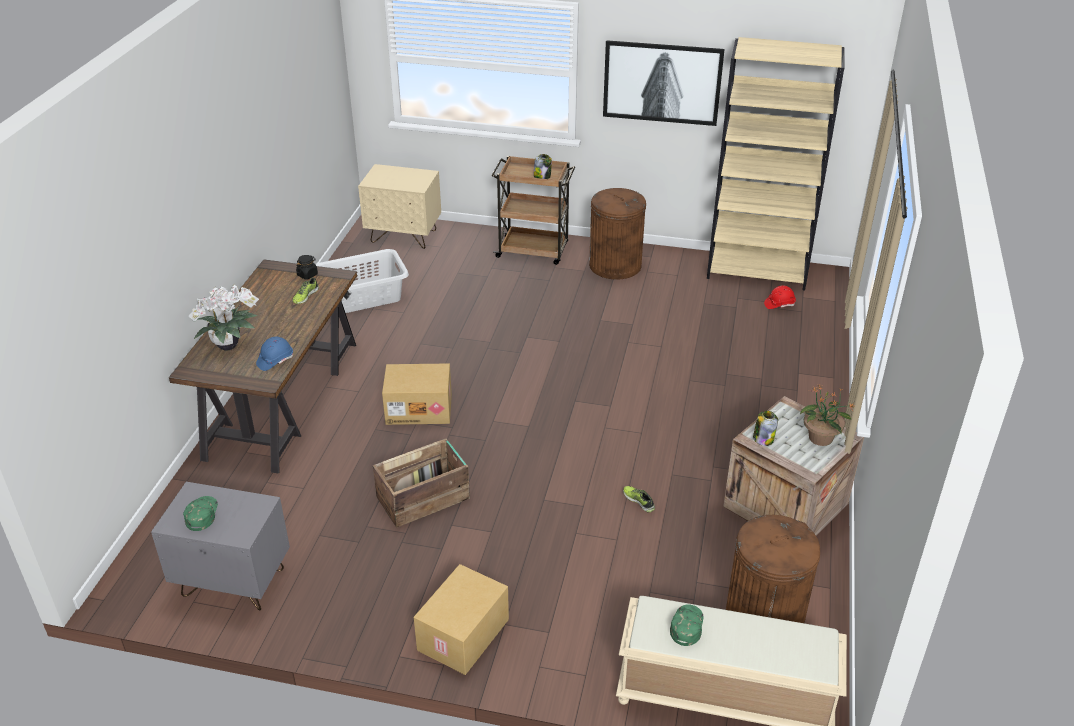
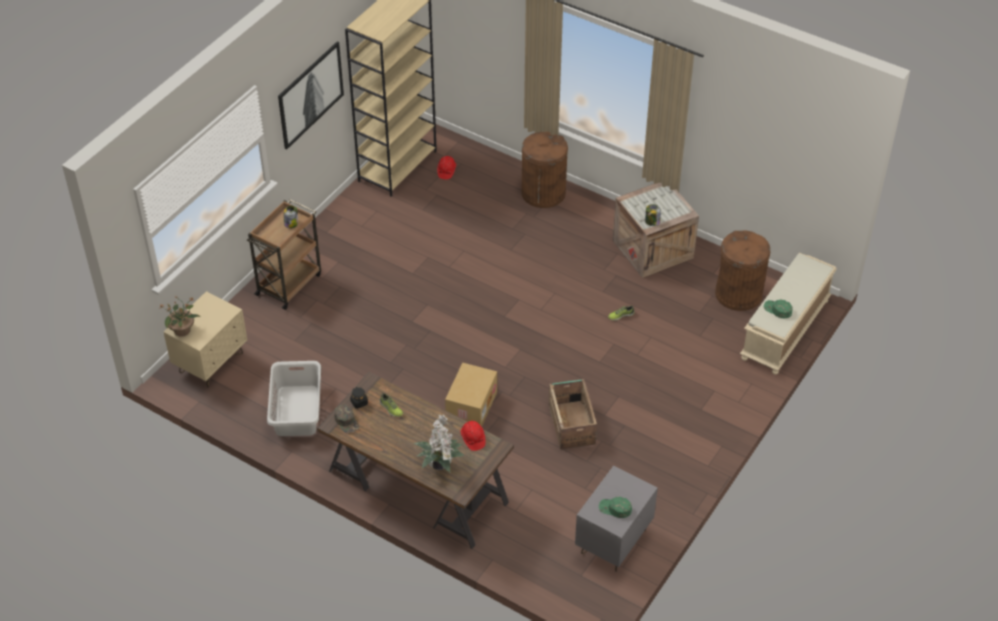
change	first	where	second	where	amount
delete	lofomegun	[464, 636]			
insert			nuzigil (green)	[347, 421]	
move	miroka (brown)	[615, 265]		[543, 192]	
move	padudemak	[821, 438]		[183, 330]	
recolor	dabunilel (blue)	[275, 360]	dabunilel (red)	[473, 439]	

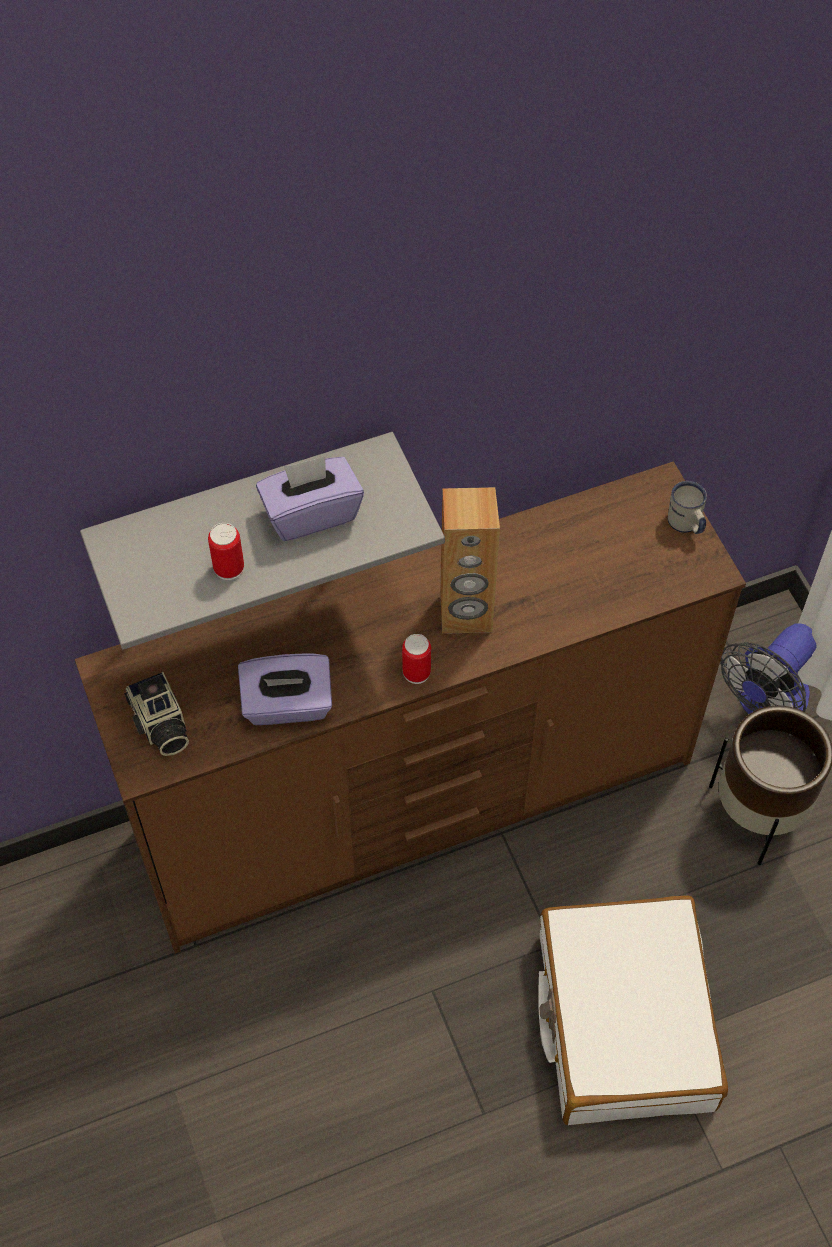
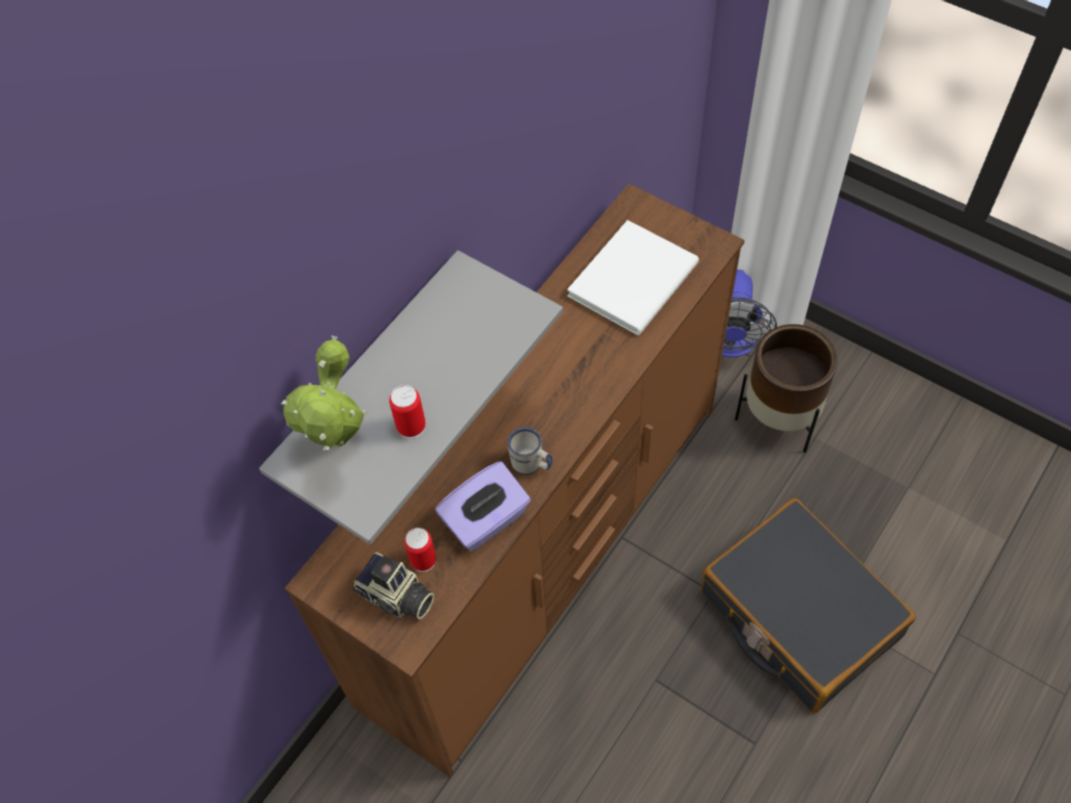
change	first	where	second	where	amount
delete	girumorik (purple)	[311, 513]			
delete	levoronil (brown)	[466, 614]			
insert			padudemak	[340, 445]	
insert			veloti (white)	[637, 279]	
move	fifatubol	[416, 672]		[423, 560]	
move	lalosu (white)	[686, 525]		[531, 465]	
recolor	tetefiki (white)	[623, 1021]	tetefiki (black)	[798, 615]	

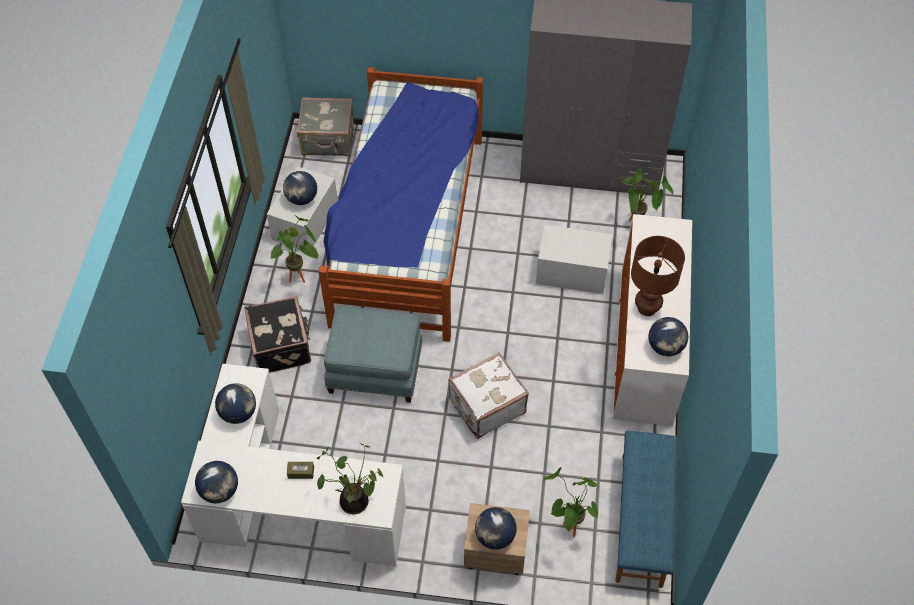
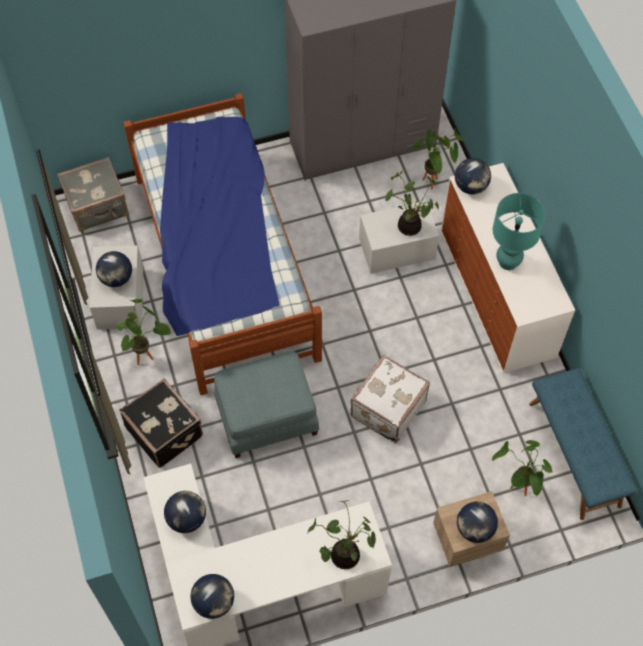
change	first	where	second	where	amount
delete	girumorik (brown)	[301, 472]			
insert			padudemak	[410, 225]	
move	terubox	[665, 347]		[471, 187]	
recolor	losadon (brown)	[647, 308]	losadon (turquoise)	[508, 262]	

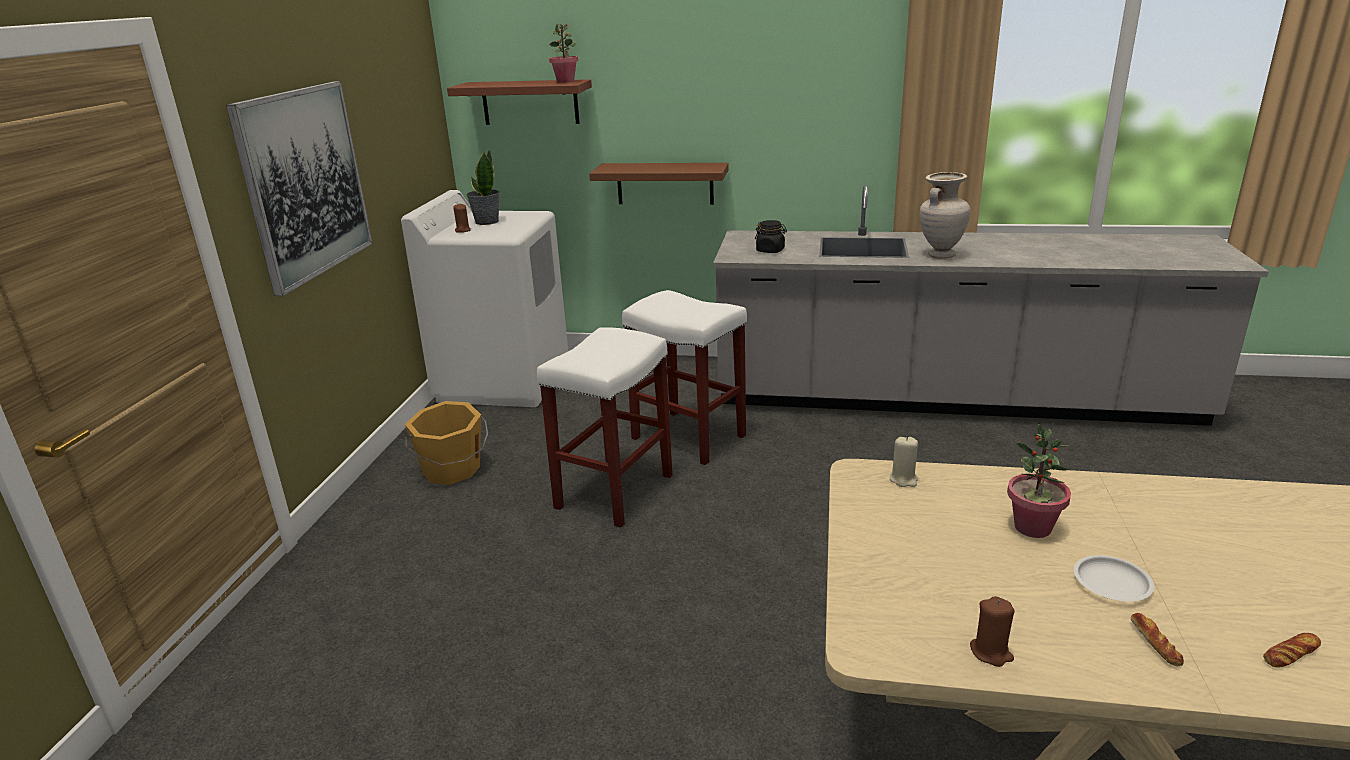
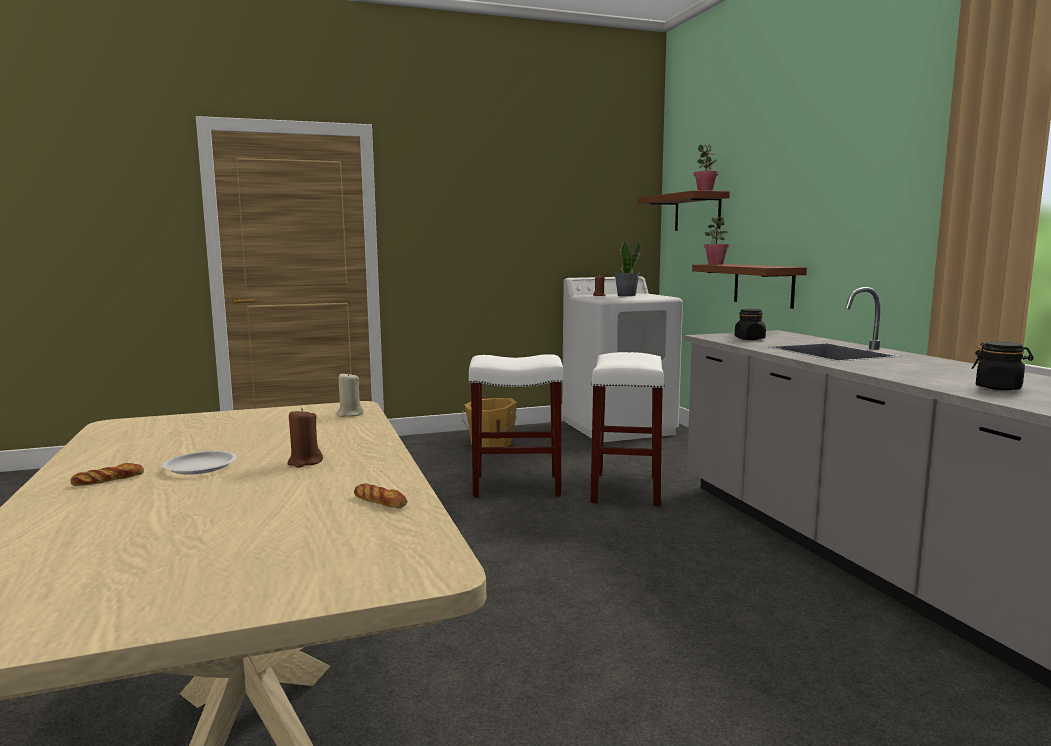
change	first	where	second	where	amount
delete	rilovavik	[305, 183]			
delete	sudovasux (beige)	[940, 255]			
insert			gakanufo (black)	[999, 388]	
move	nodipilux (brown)	[991, 652]		[304, 462]	
move	padudemak	[1032, 528]		[715, 264]	
move	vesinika	[1290, 654]		[380, 501]	

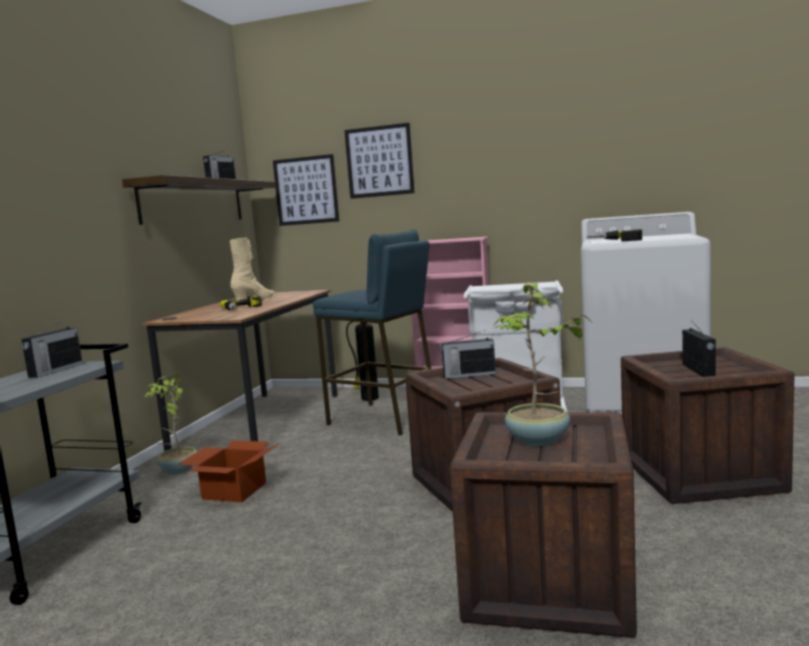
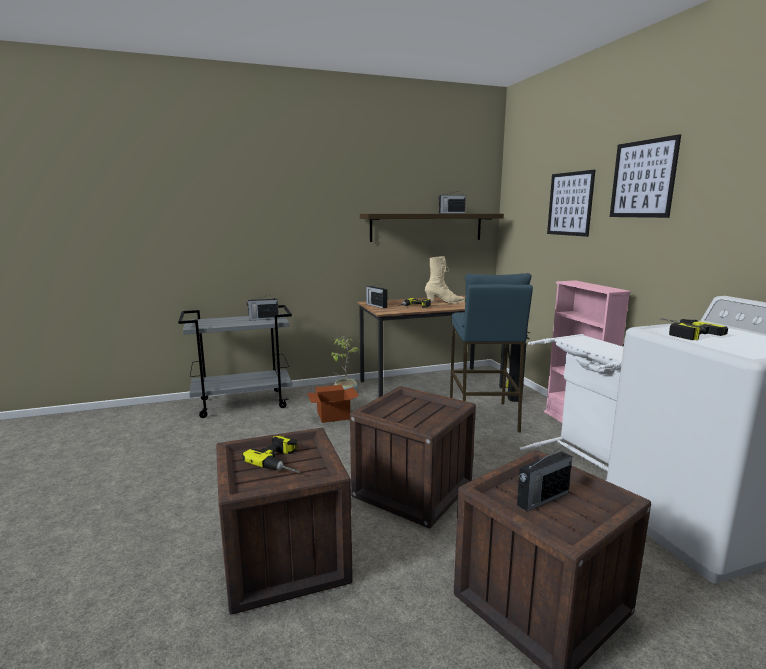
change	first	where	second	where	amount
move	rilovavik	[306, 190]		[643, 179]	
move	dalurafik	[468, 375]		[376, 306]	
replace	padudemak	[538, 440]	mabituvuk	[284, 461]	

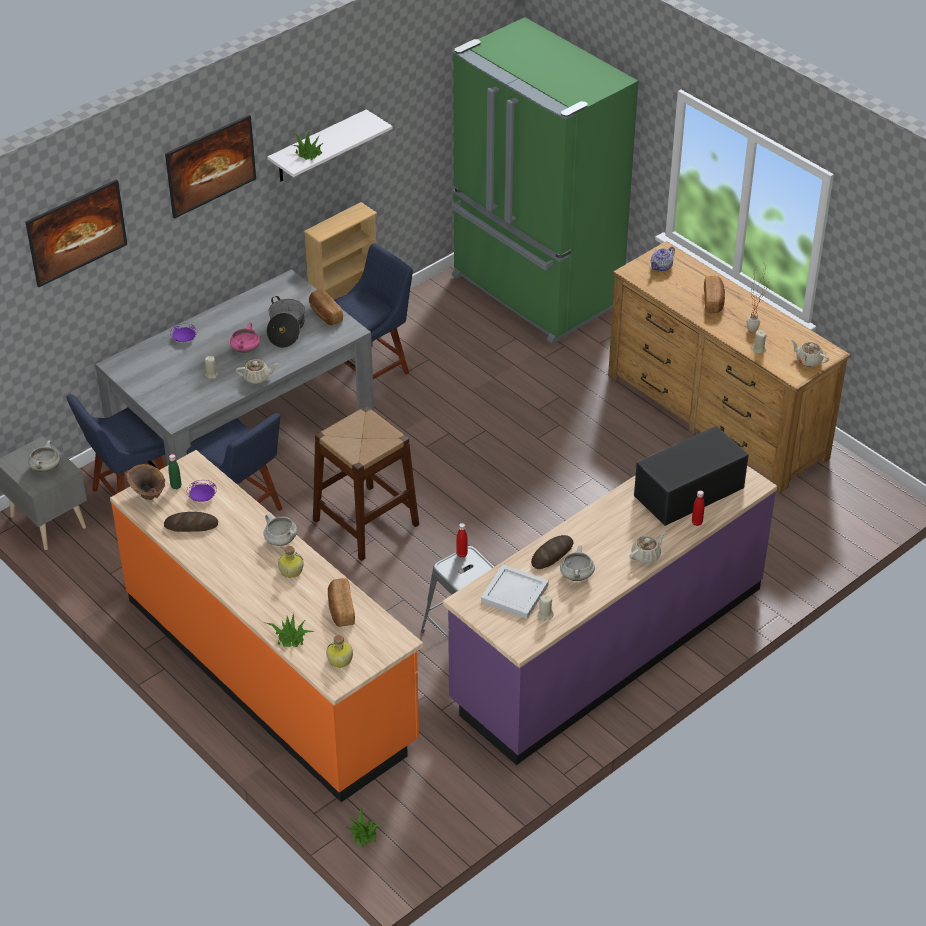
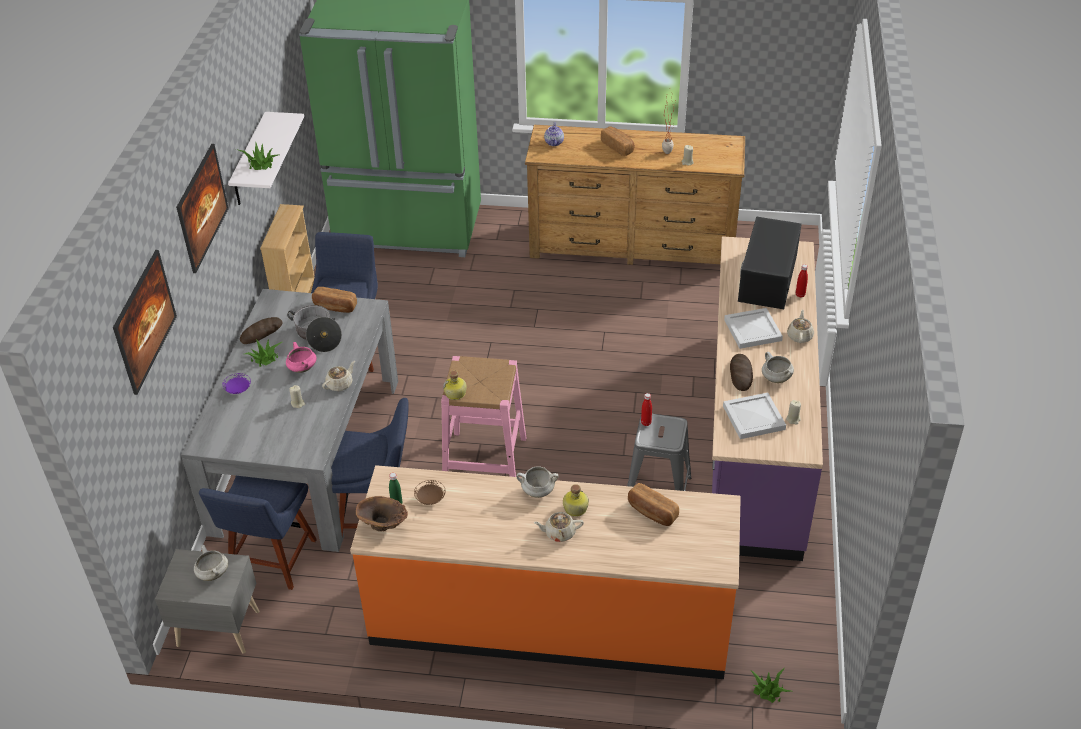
change	first	where	second	where	amount
insert			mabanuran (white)	[753, 329]	
move	vesinika	[191, 525]		[261, 333]	
move	padudemak	[290, 637]		[264, 358]	
move	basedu	[339, 660]		[456, 394]	
move	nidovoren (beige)	[808, 360]		[559, 533]	
recolor	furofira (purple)	[202, 497]	furofira (brown)	[430, 498]	
recolor	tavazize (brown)	[365, 522]	tavazize (pink)	[484, 460]	

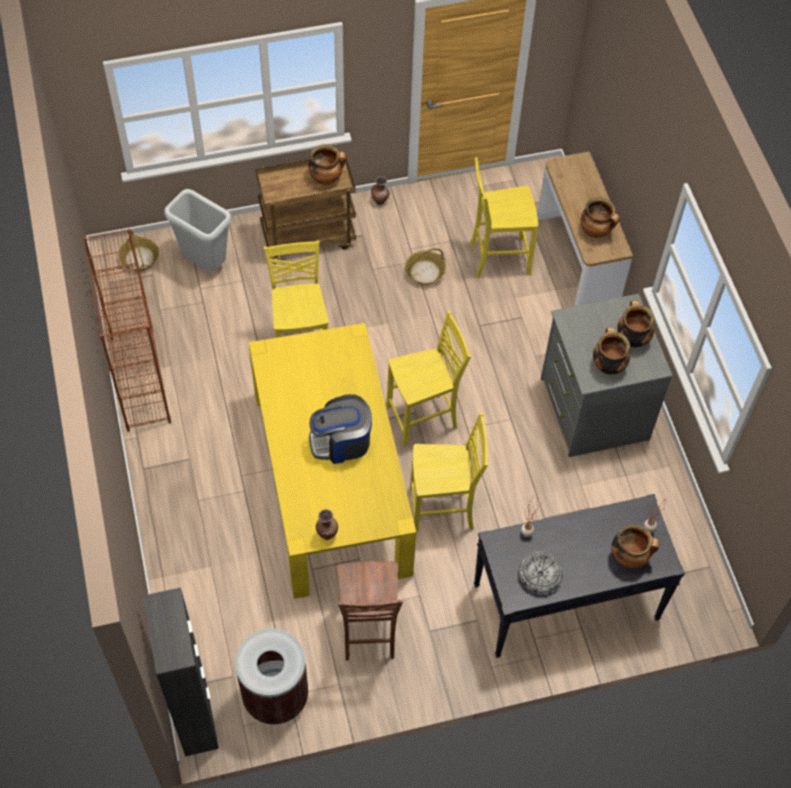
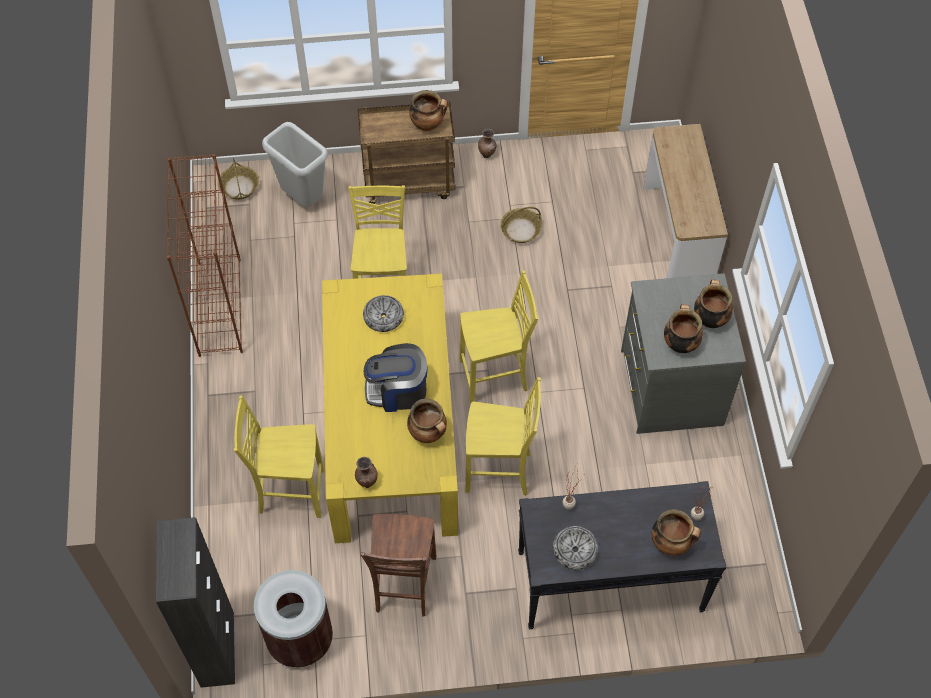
change	first	where	second	where	amount
insert			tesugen	[383, 317]	
move	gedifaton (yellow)	[498, 258]		[290, 492]	
move	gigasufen	[596, 231]		[428, 433]	

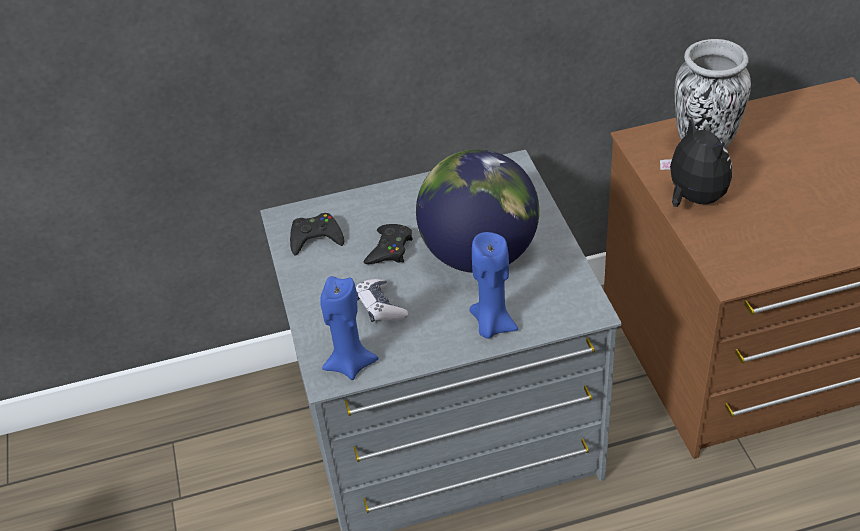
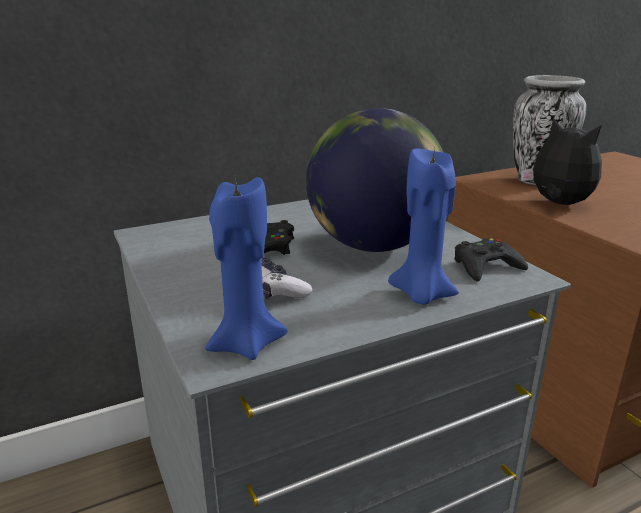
change	first	where	second	where	amount
move	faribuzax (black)	[316, 238]		[486, 266]	

